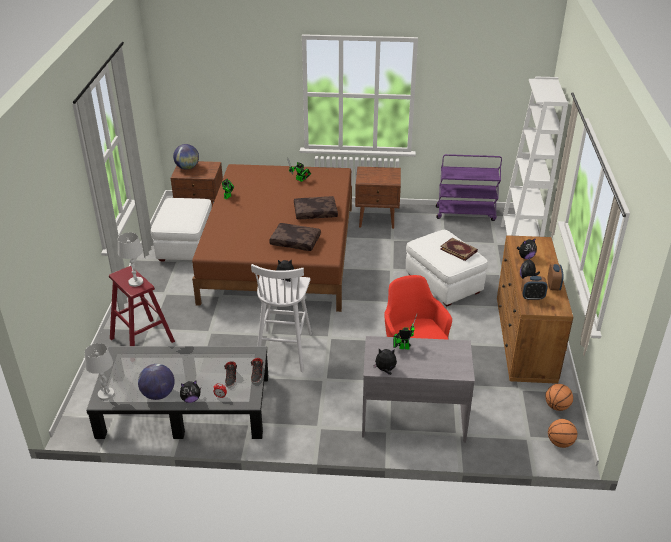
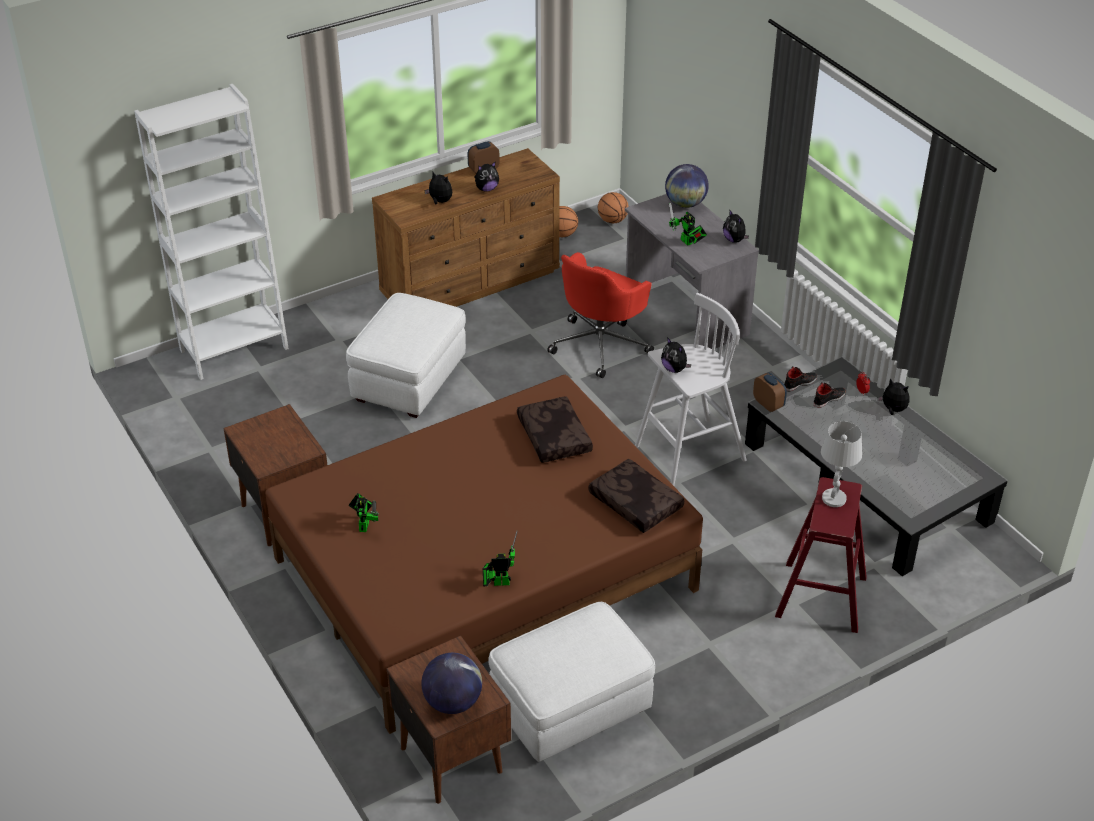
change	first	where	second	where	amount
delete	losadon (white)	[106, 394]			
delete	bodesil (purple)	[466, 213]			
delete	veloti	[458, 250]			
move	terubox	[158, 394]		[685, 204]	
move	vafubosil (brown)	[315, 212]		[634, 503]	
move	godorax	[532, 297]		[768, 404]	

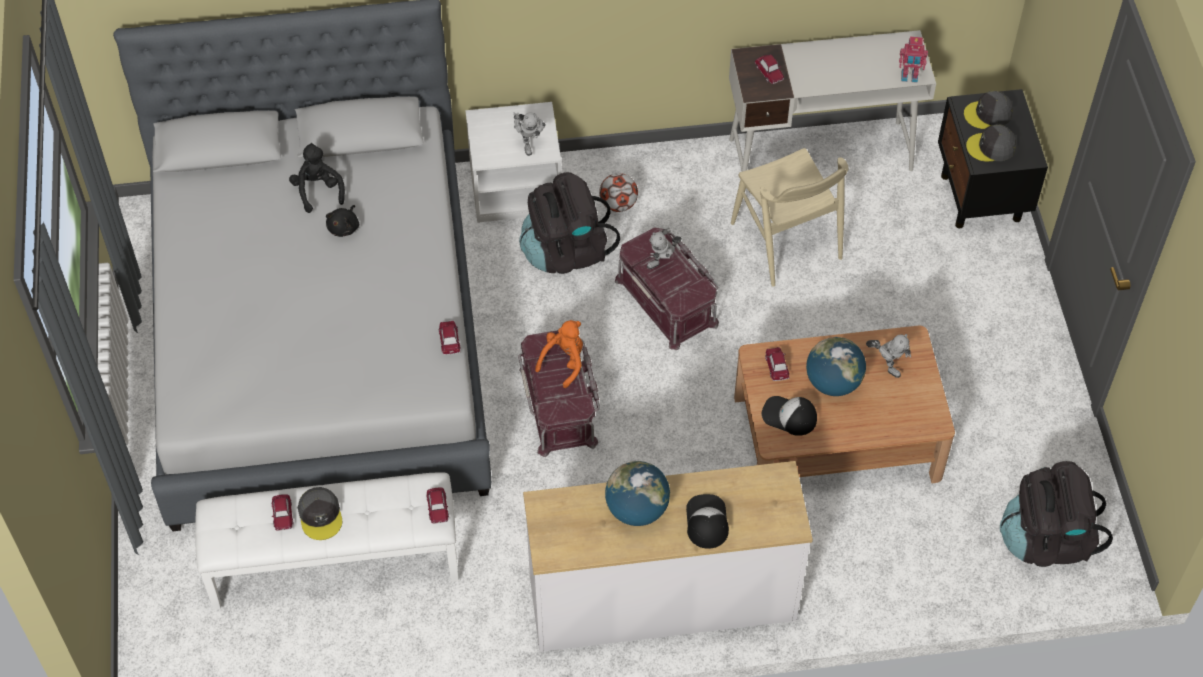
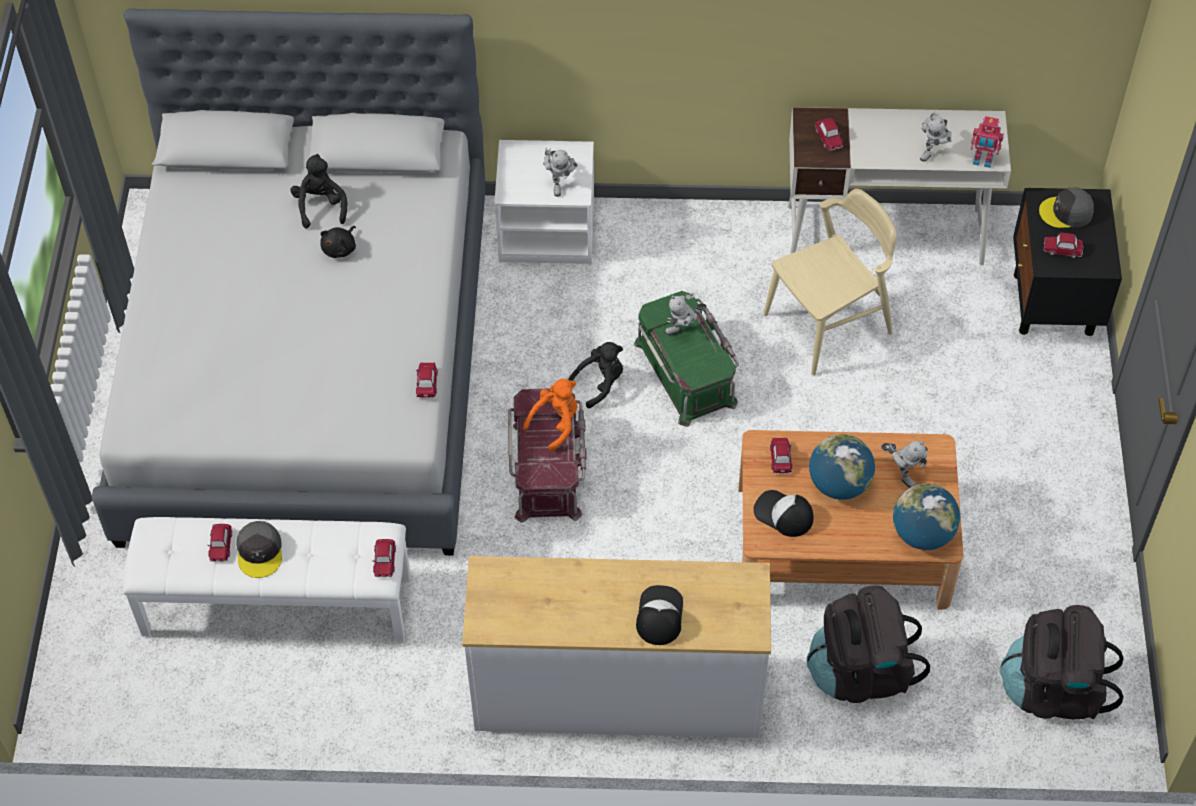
change	first	where	second	where	amount
delete	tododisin	[618, 204]			
insert			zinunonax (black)	[600, 383]	
insert			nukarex	[933, 151]	
move	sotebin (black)	[566, 251]		[861, 671]	
move	terubox	[637, 509]		[922, 534]	
replace	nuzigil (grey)	[991, 147]	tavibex	[1062, 249]	
recolor	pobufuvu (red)	[667, 301]	pobufuvu (green)	[687, 372]	
rotate	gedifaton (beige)	[786, 241]		[828, 324]	105 degrees counterclockwise

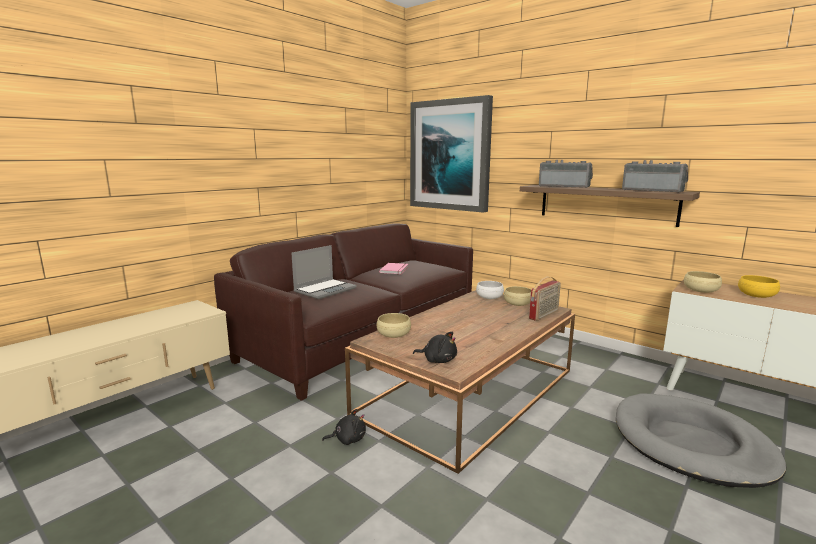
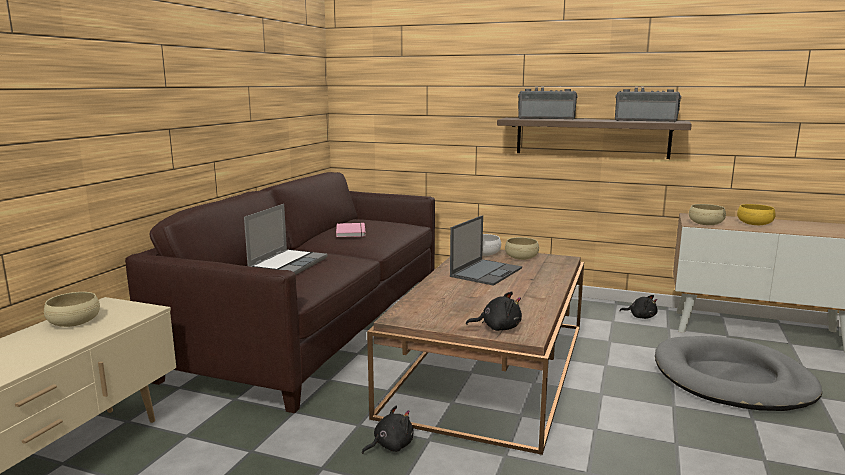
change	first	where	second	where	amount
delete	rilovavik	[450, 155]			
delete	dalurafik	[544, 315]			
insert			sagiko	[486, 272]	
insert			zinunonax (black)	[640, 317]	
move	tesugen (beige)	[393, 334]		[74, 322]	

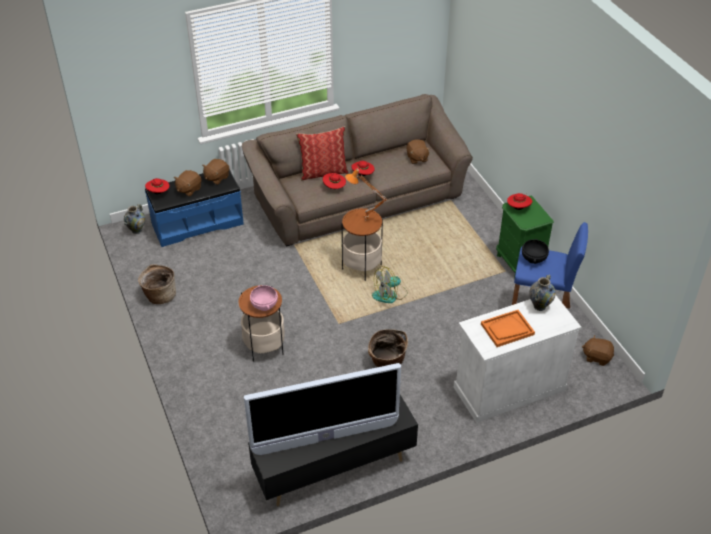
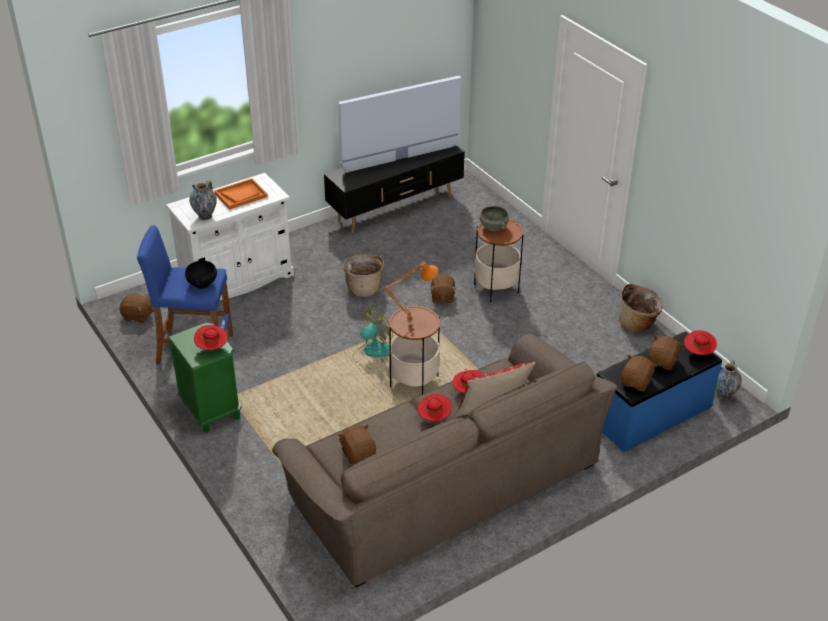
change	first	where	second	where	amount
insert			zinunonax (brown)	[442, 297]	
recolor	tesugen (pink)	[265, 305]	tesugen (grey)	[493, 226]	

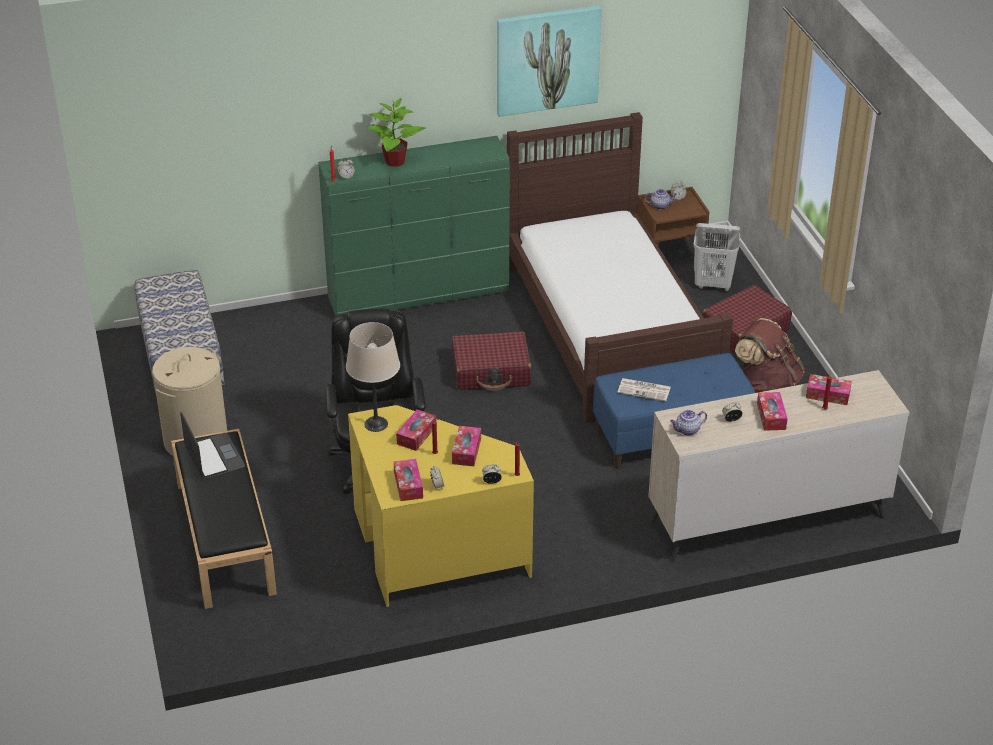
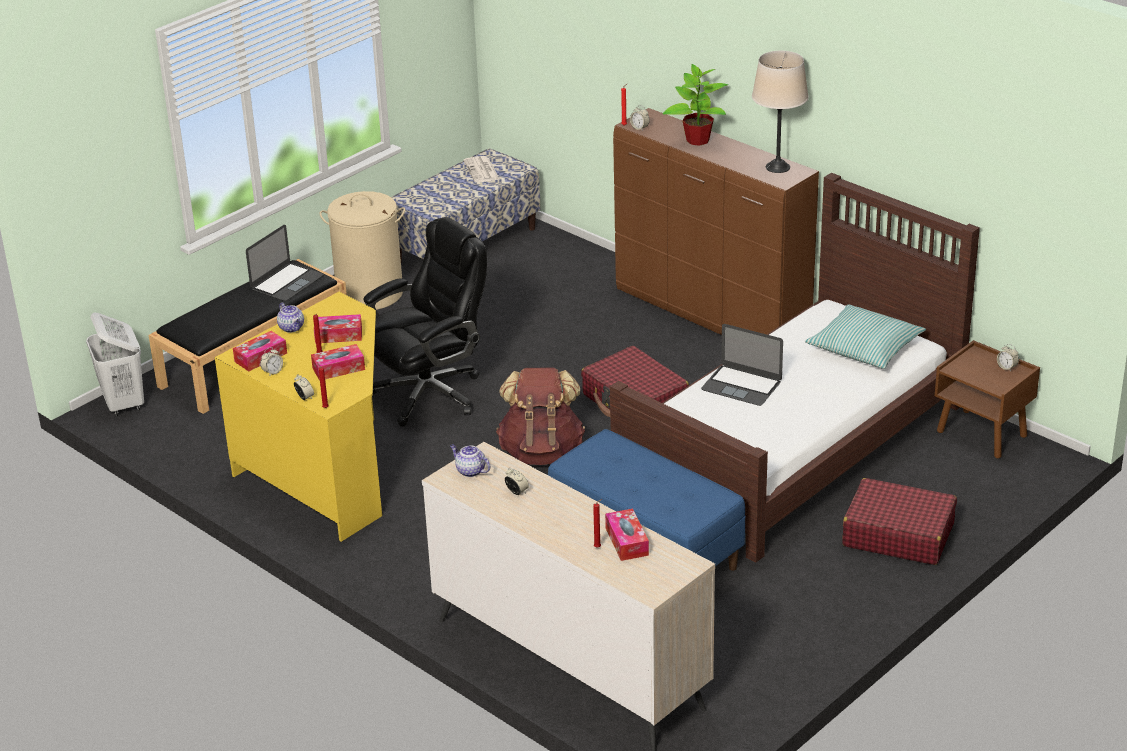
change	first	where	second	where	amount
delete	rilovavik	[547, 59]			
delete	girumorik	[771, 416]			
insert			sagiko	[741, 385]	
insert			vafubosil	[864, 347]	
move	losadon (beige)	[375, 424]		[777, 167]	
move	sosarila	[645, 390]		[482, 170]	
move	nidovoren	[660, 205]		[292, 328]	
move	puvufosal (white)	[713, 284]		[124, 404]	
move	sotebin (brown)	[766, 387]		[541, 451]	
recolor	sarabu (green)	[420, 296]	sarabu (brown)	[711, 317]	

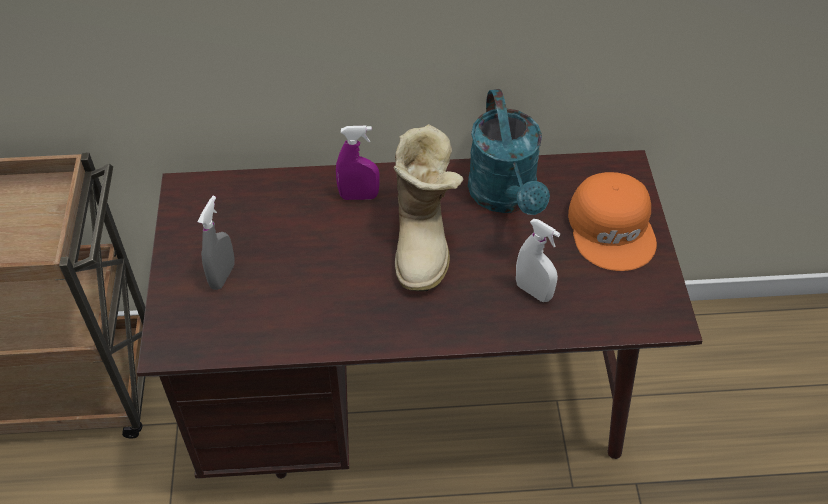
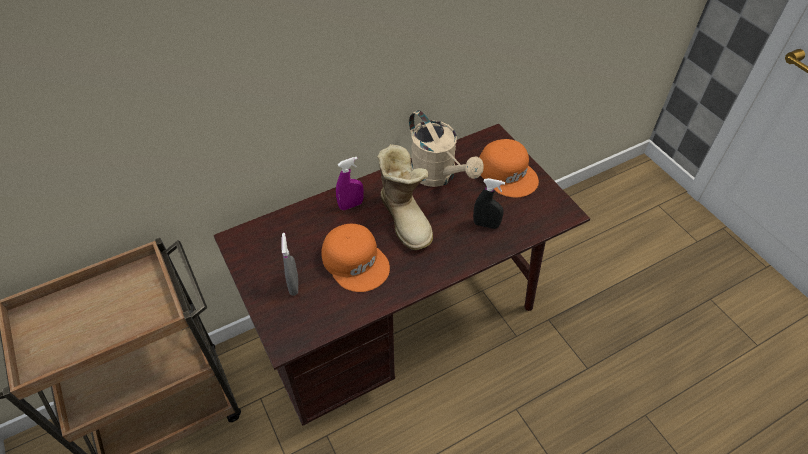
change	first	where	second	where	amount
insert			nuzigil (orange)	[356, 261]	
recolor	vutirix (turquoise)	[506, 197]	vutirix (beige)	[438, 176]	
recolor	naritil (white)	[533, 291]	naritil (black)	[486, 224]	

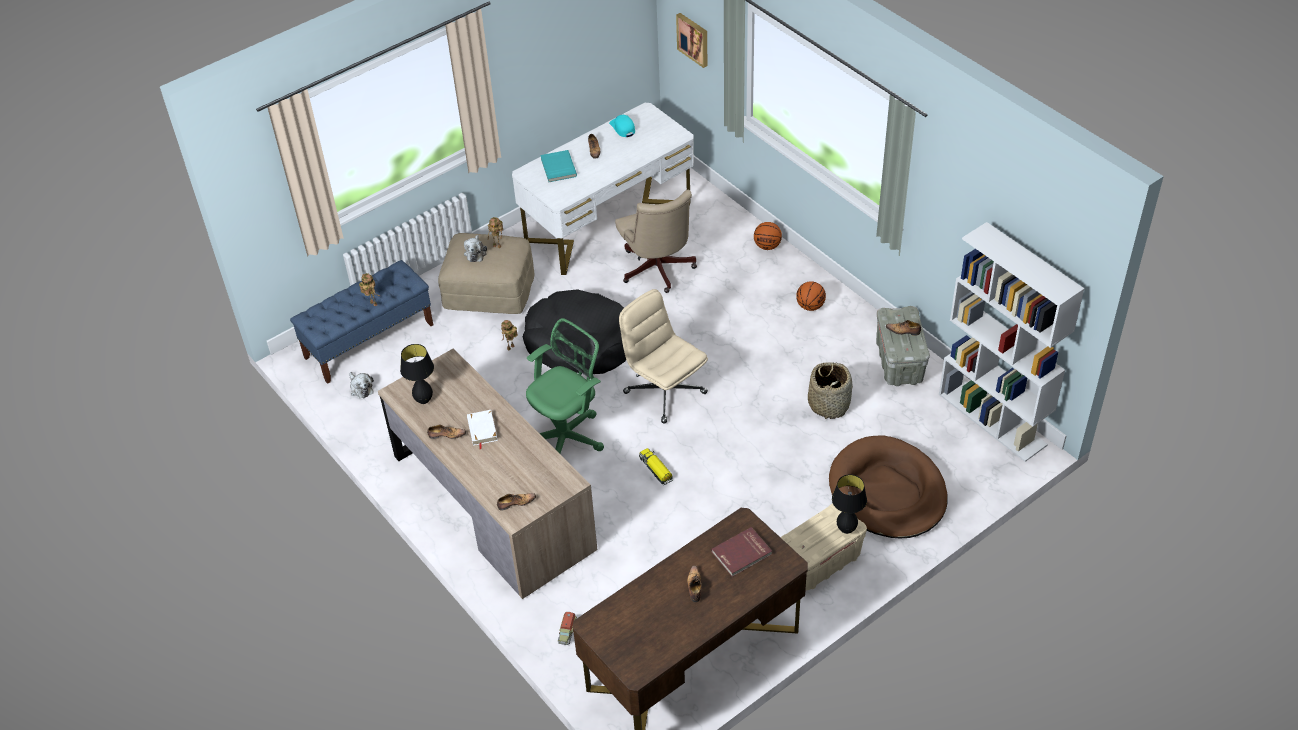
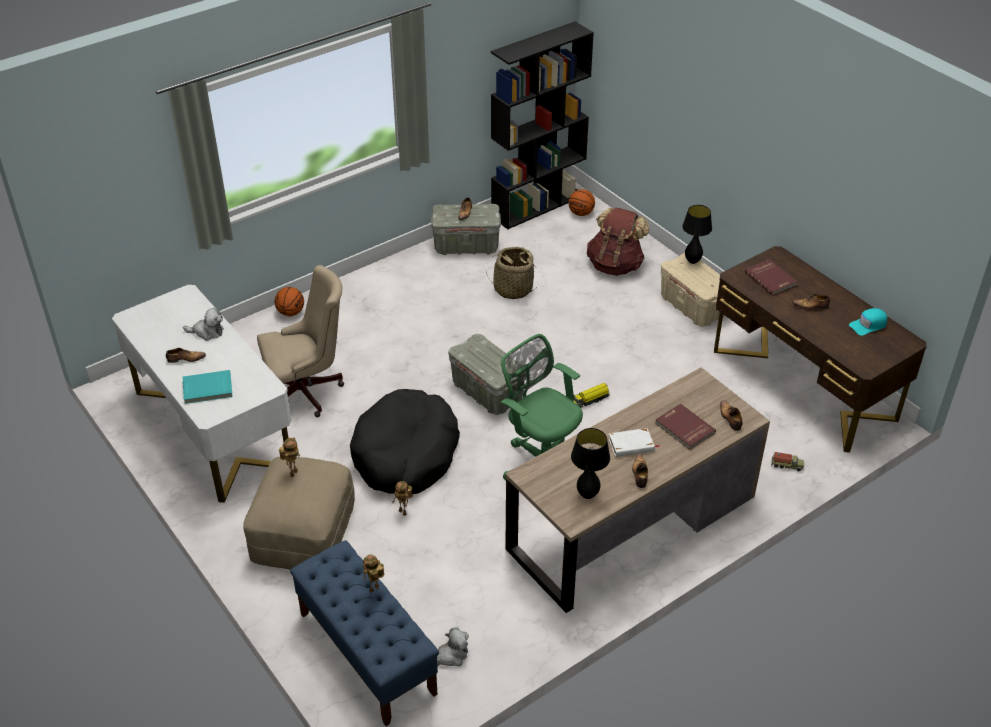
change	first	where	second	where	amount
delete	rilovavik	[693, 39]			
insert			veloti (red)	[684, 428]	
move	zinunonax	[475, 253]		[207, 332]	
move	nuzigil (turquoise)	[622, 128]		[868, 325]	
move	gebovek	[810, 306]		[581, 213]	
replace	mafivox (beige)	[664, 392]	pobufuvu (grey)	[486, 392]	
replace	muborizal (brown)	[887, 492]	sotebin (brown)	[615, 265]	
recolor	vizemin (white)	[993, 419]	vizemin (black)	[538, 205]	

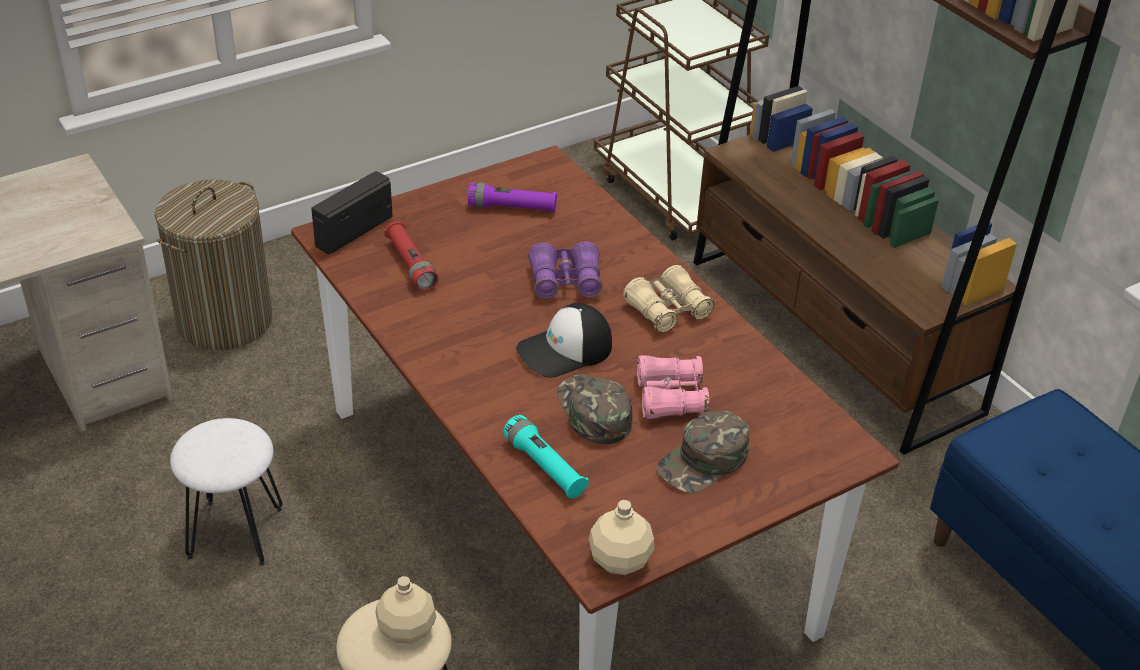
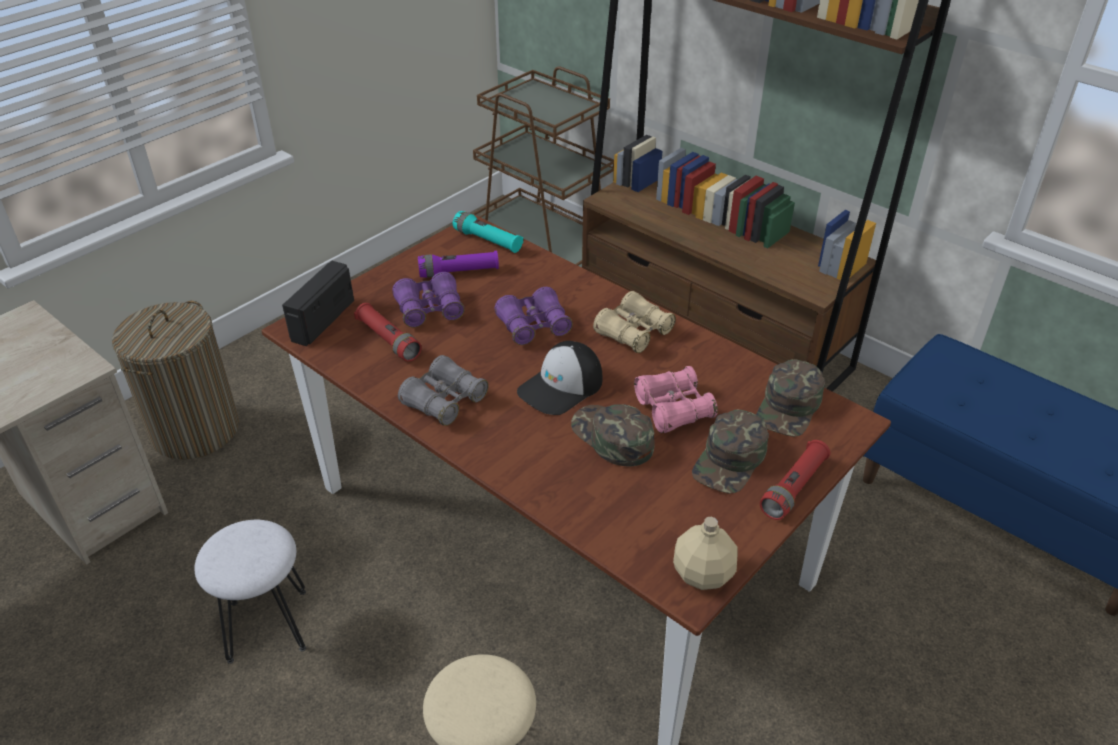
change	first	where	second	where	amount
delete	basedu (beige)	[407, 630]			
insert			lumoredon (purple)	[429, 310]	
insert			lumoredon (grey)	[444, 401]	
insert			nuzigil (green)	[789, 407]	
insert			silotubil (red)	[794, 488]	
move	silotubil (turquoise)	[544, 467]		[488, 241]	

